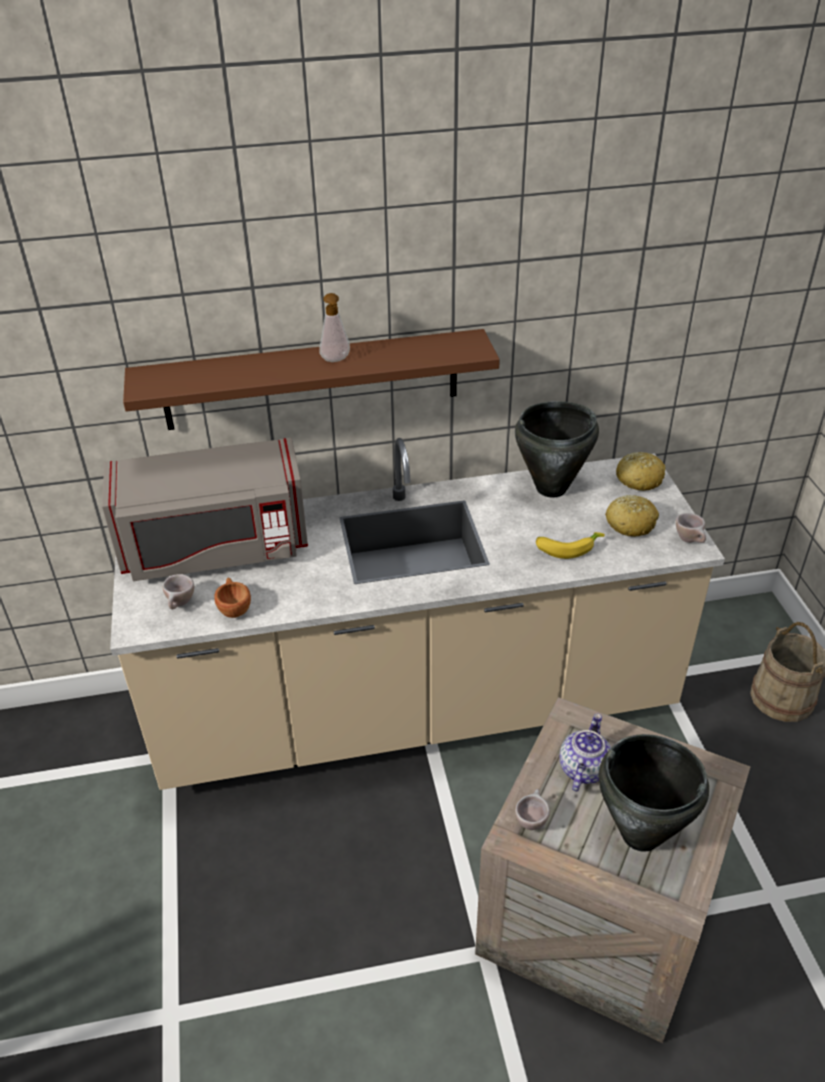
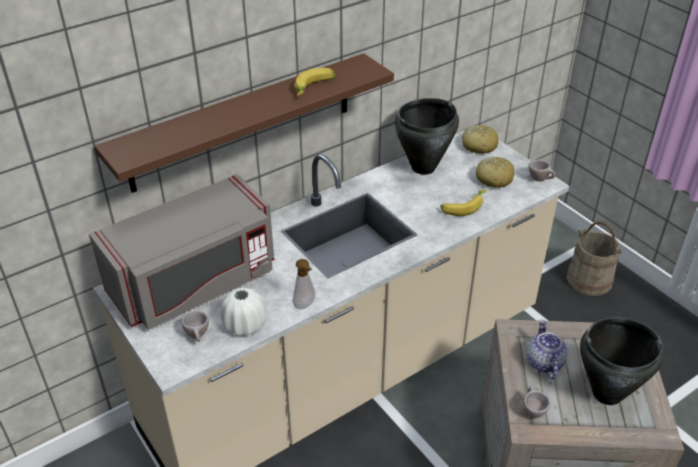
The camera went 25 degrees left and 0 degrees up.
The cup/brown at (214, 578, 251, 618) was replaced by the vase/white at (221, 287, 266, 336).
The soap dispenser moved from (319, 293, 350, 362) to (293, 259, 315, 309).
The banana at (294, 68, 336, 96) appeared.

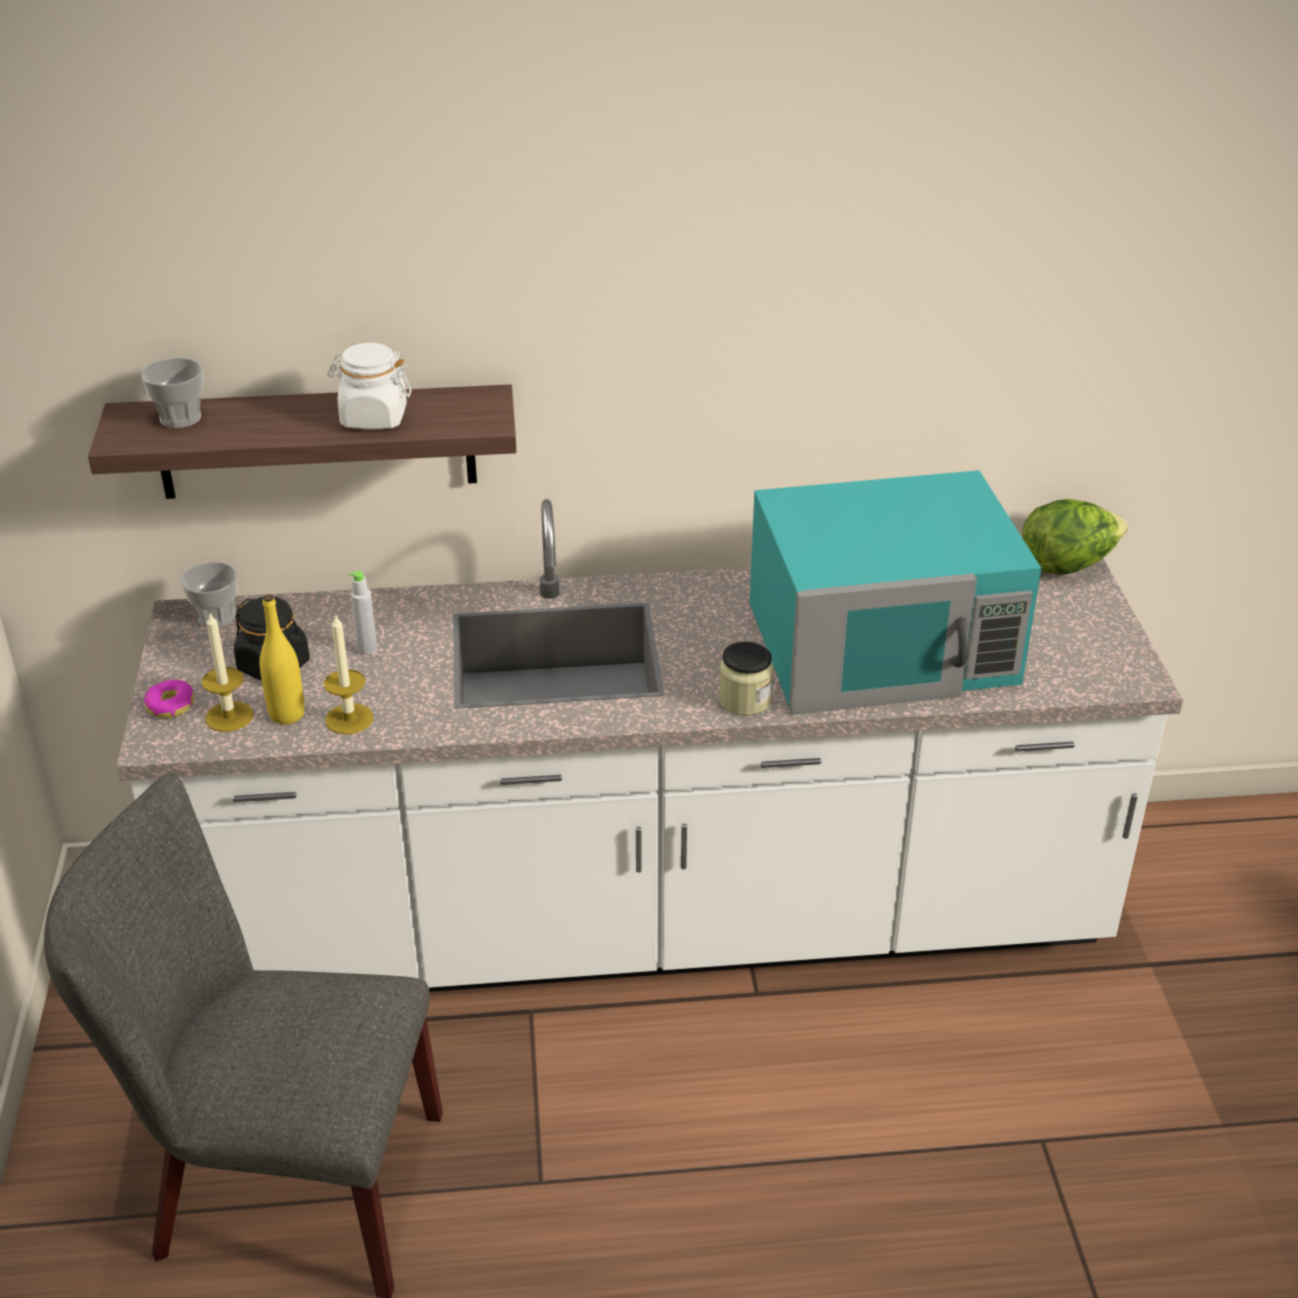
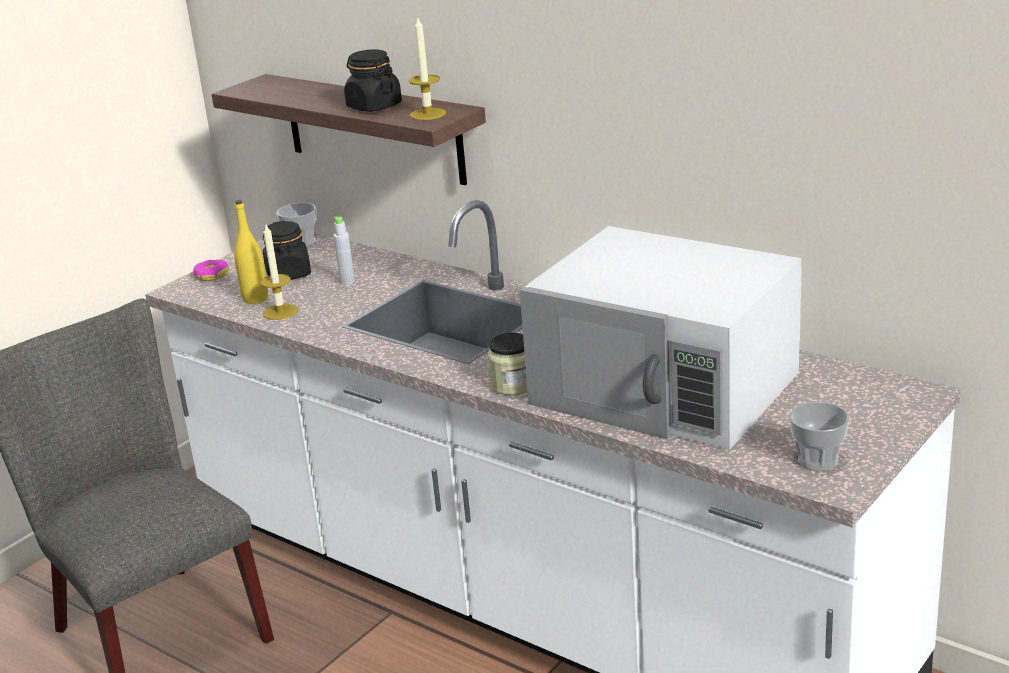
The camera went 45 degrees right and 10 degrees down.
The cup moved from (141, 358, 203, 428) to (790, 402, 849, 471).
The candle moved from (202, 613, 253, 732) to (409, 16, 446, 120).
The jar/white at (327, 343, 412, 429) became the jar/black at (344, 49, 402, 112).
The microwave/turquoise at (750, 470, 1041, 715) became the microwave/white at (520, 226, 802, 450).
The lettuce at (1022, 499, 1128, 574) disappeared.

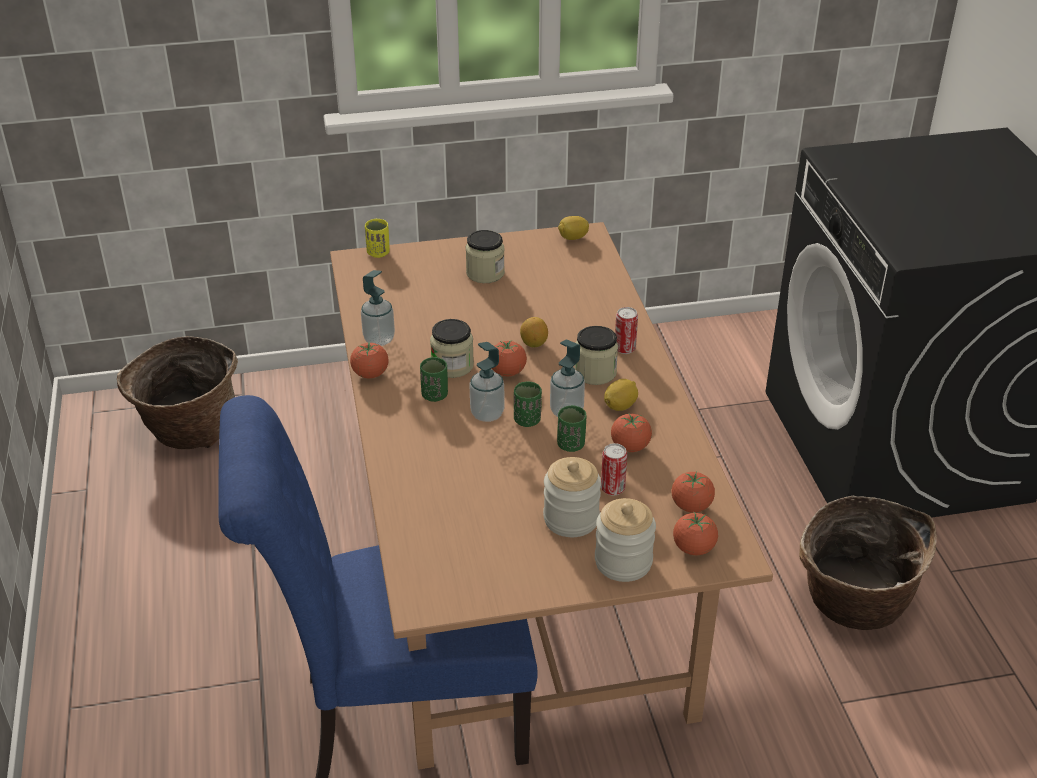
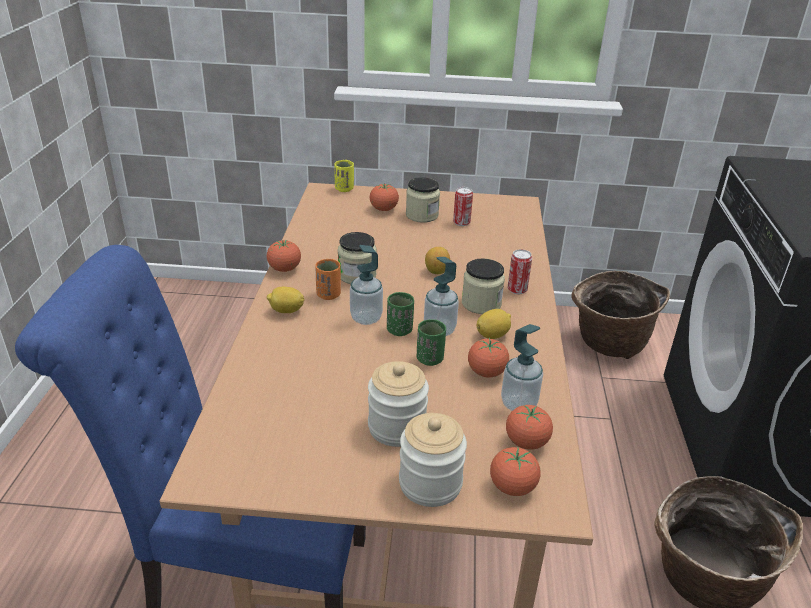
The camera went 15 degrees right and 5 degrees down.
The basket moved from (117, 336, 238, 449) to (571, 271, 670, 359).
The soap dispenser moved from (361, 270, 395, 346) to (501, 324, 543, 411).
The cup/green at (420, 357, 448, 402) became the cup/orange at (315, 259, 341, 300).
The tomato moved from (492, 341, 527, 376) to (370, 183, 399, 211).
The lemon moved from (558, 216, 589, 240) to (267, 287, 305, 313).
The can moved from (601, 443, 627, 496) to (453, 187, 473, 226).

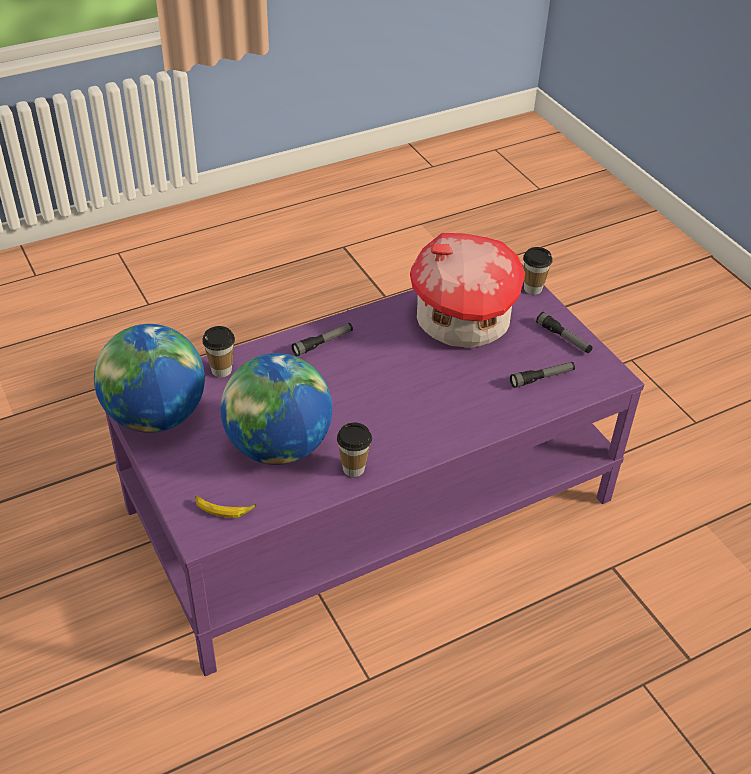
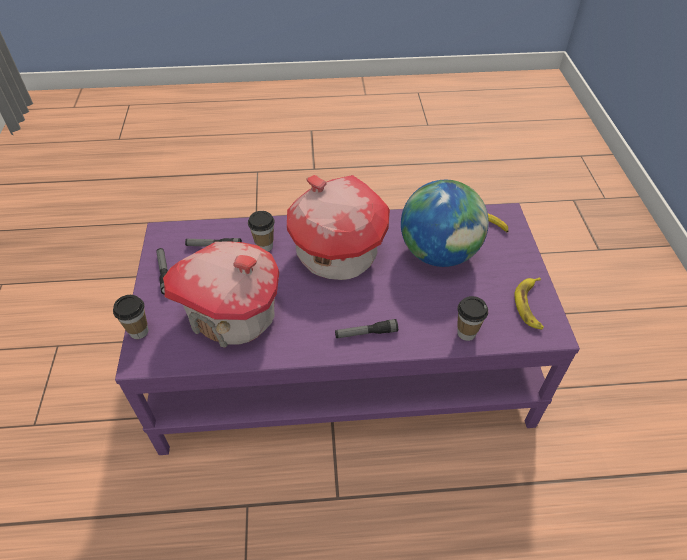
The camera went 155 degrees left and 5 degrees up.
The globe at (94, 324, 205, 433) was replaced by the banana at (515, 277, 544, 330).
The cup moved from (337, 423, 372, 477) to (248, 211, 275, 252).
The toy house at (287, 175, 390, 280) appeared.

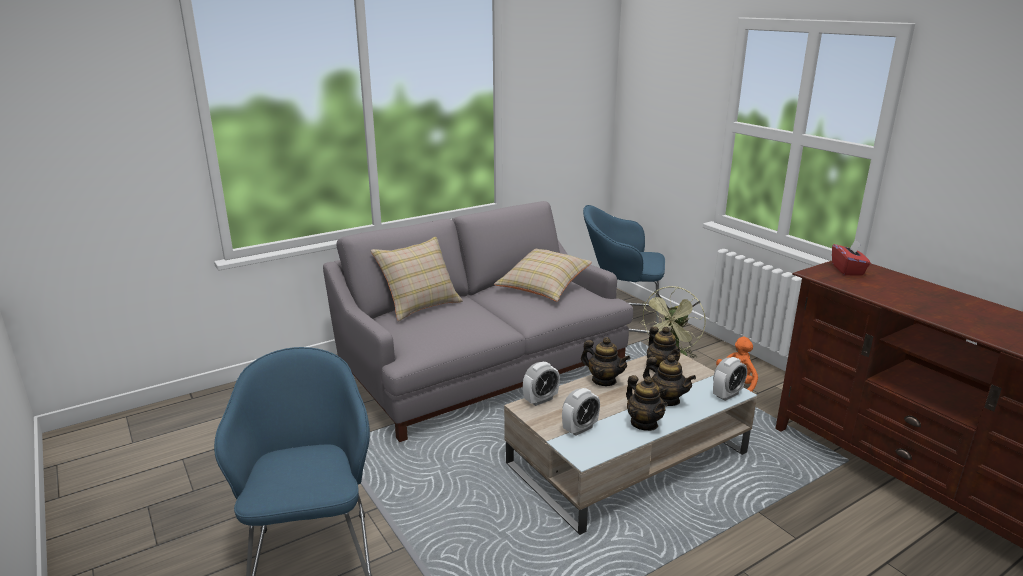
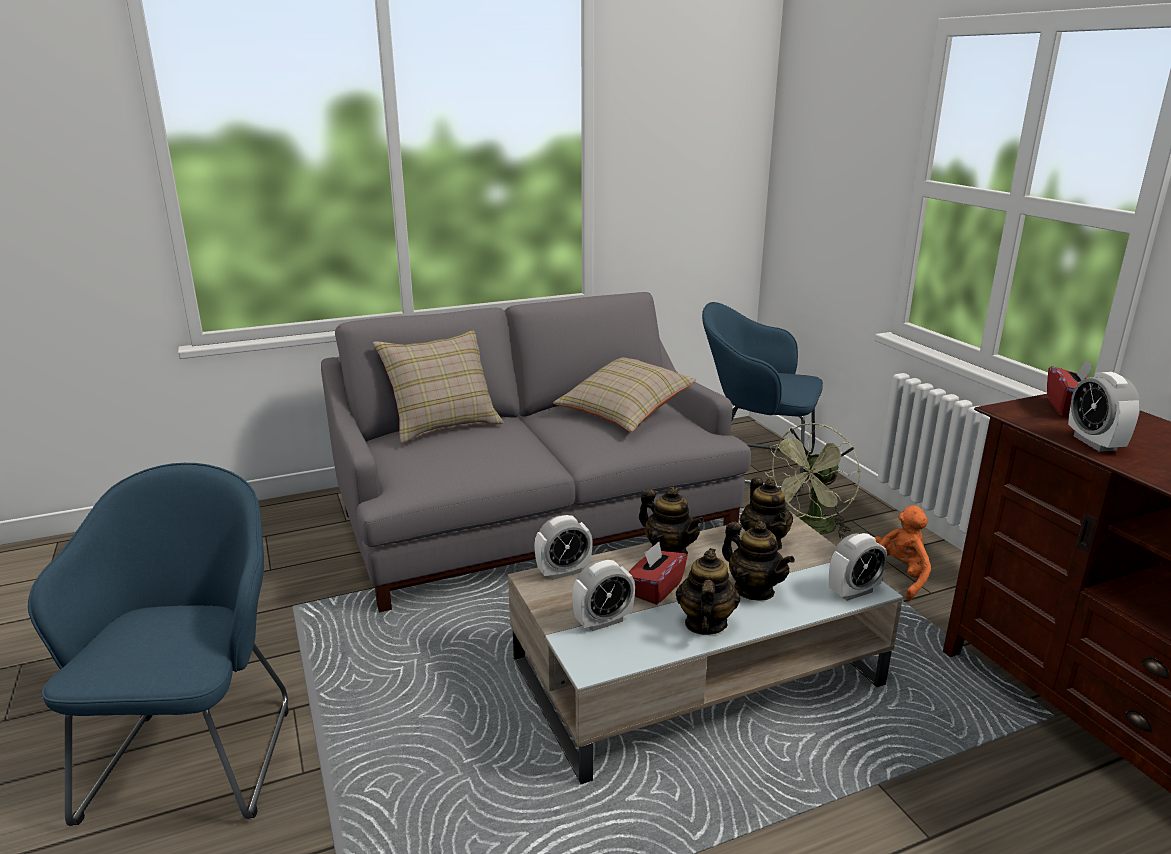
The camera went 10 degrees right and 0 degrees up.
The teapot at (626, 375, 668, 431) turned 150 degrees counterclockwise.
The tissue box/red at (629, 542, 687, 605) appeared.
The alarm clock at (1068, 372, 1140, 452) appeared.

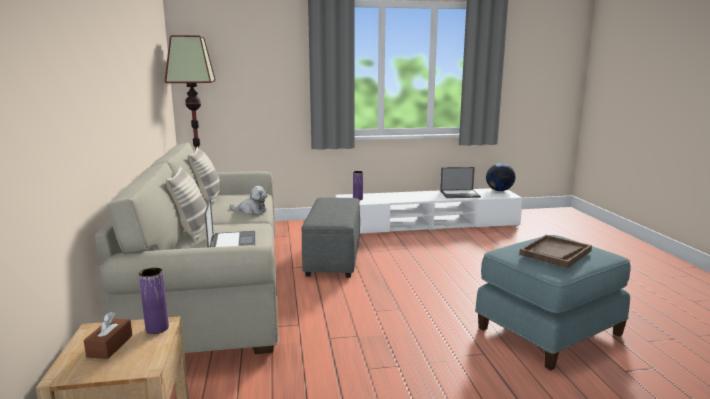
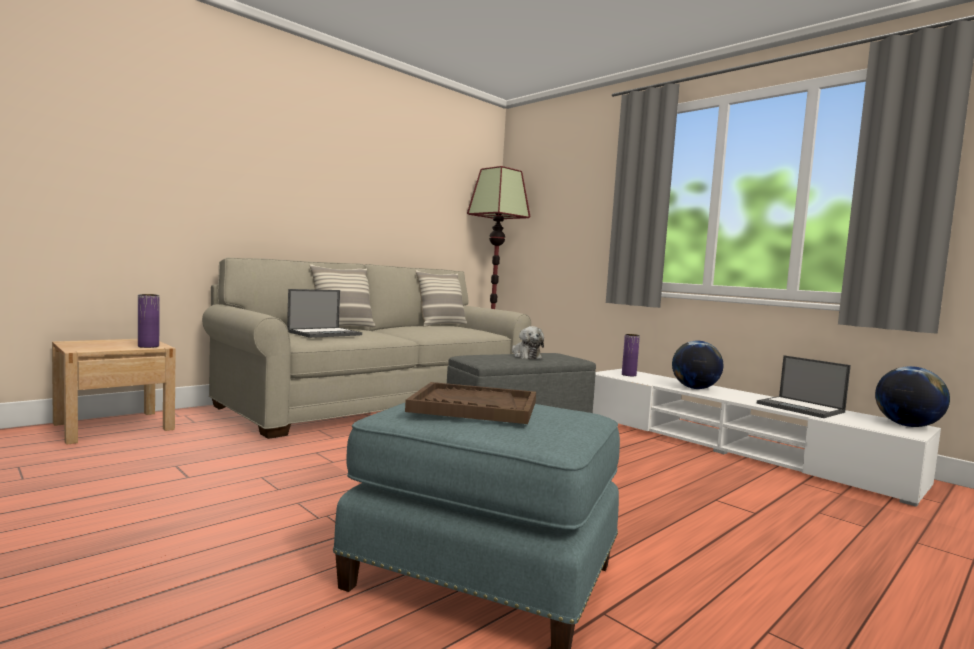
The camera went 55 degrees right and 10 degrees down.
The tissue box/brown at (84, 312, 133, 359) disappeared.
The plush toy moved from (230, 186, 267, 215) to (512, 326, 544, 359).
The globe at (672, 341, 723, 389) appeared.

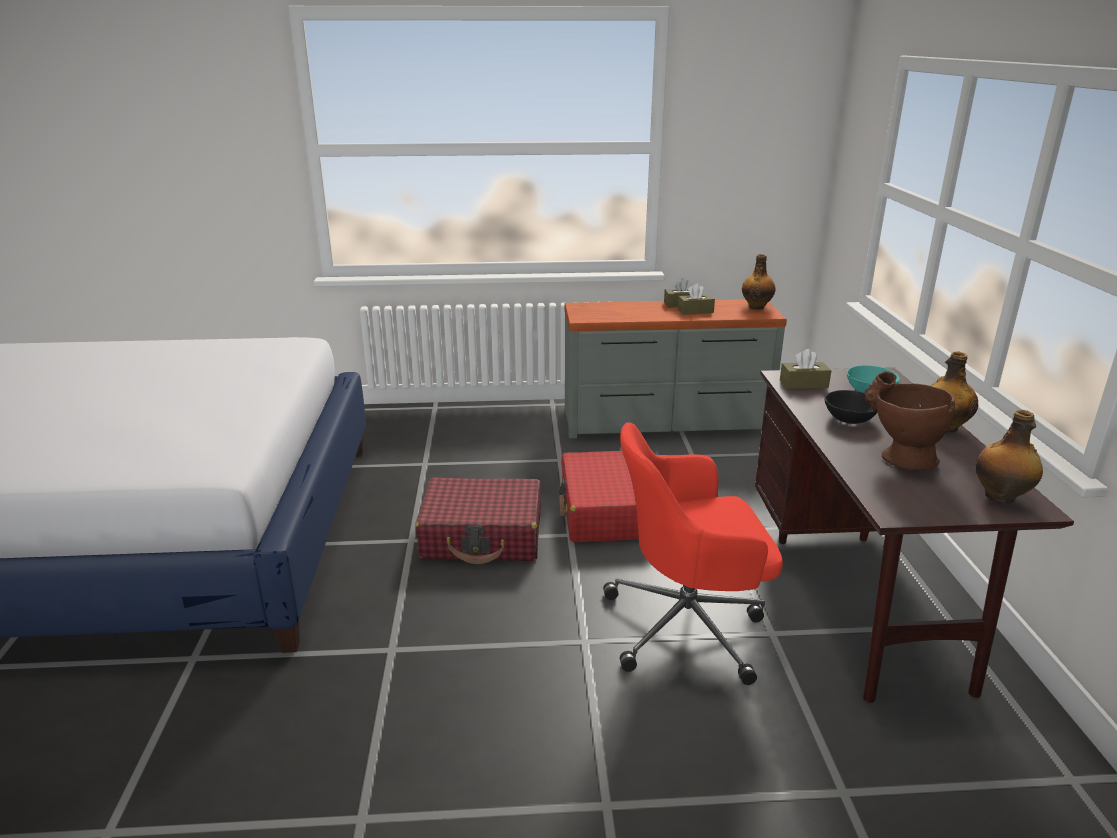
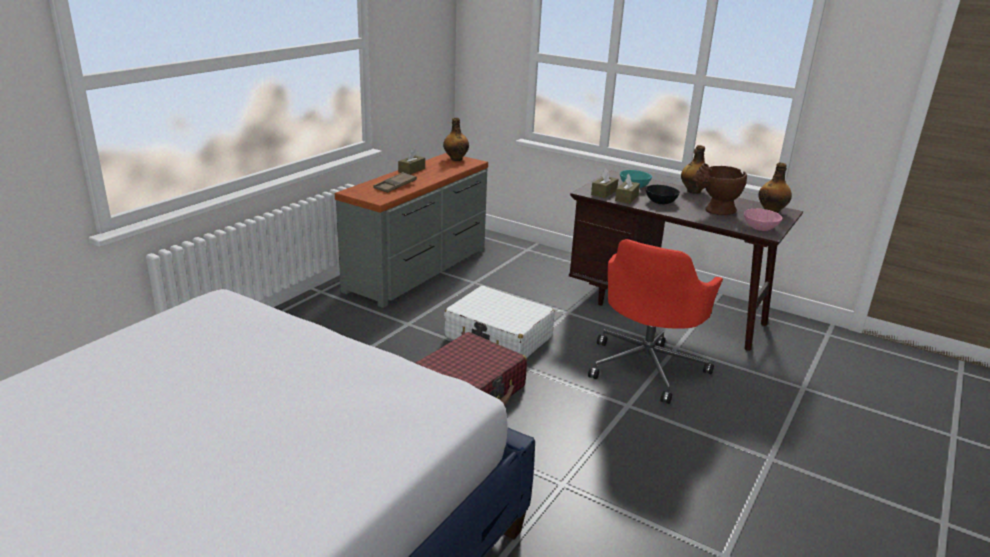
The camera went 55 degrees left and 0 degrees up.
The suitcase/red at (559, 451, 639, 542) became the suitcase/white at (444, 286, 555, 358).
The tissue box/brown moved from (677, 284, 715, 315) to (615, 174, 640, 204).
The tray/brown at (374, 172, 417, 193) appeared.
The bowl/pink at (744, 209, 782, 231) appeared.

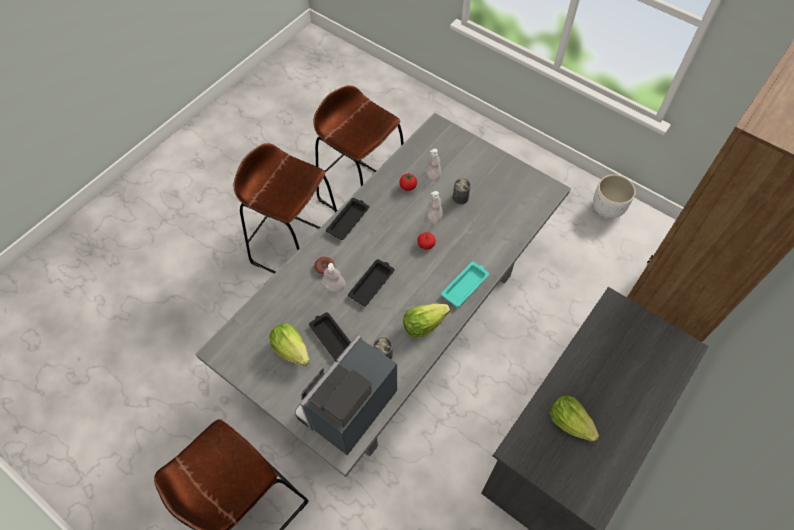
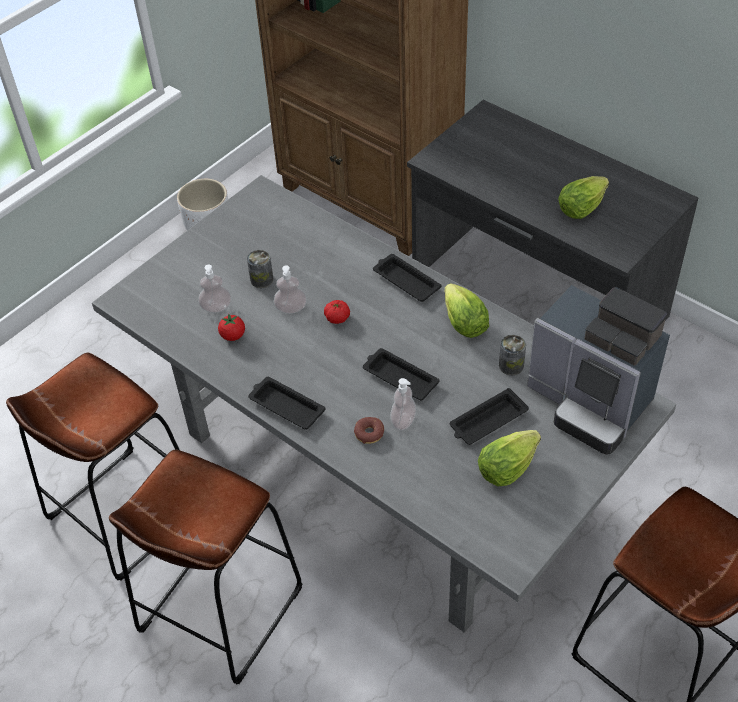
The camera went 85 degrees left and 10 degrees down.
The tray/turquoise at (441, 262, 489, 307) became the tray/black at (373, 254, 441, 302).

